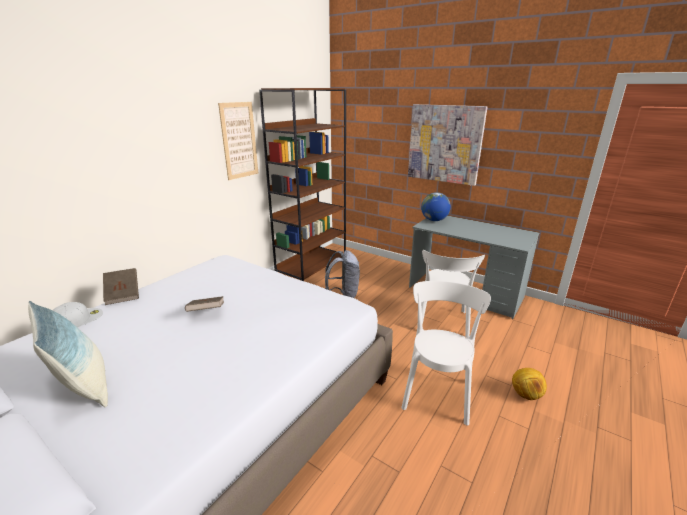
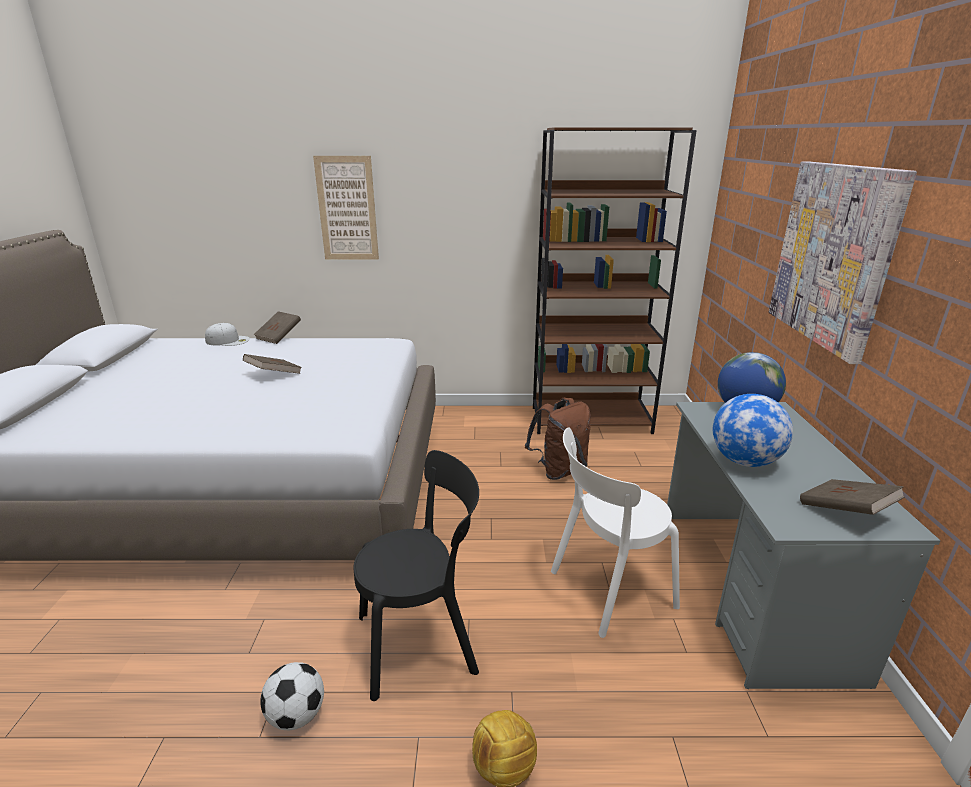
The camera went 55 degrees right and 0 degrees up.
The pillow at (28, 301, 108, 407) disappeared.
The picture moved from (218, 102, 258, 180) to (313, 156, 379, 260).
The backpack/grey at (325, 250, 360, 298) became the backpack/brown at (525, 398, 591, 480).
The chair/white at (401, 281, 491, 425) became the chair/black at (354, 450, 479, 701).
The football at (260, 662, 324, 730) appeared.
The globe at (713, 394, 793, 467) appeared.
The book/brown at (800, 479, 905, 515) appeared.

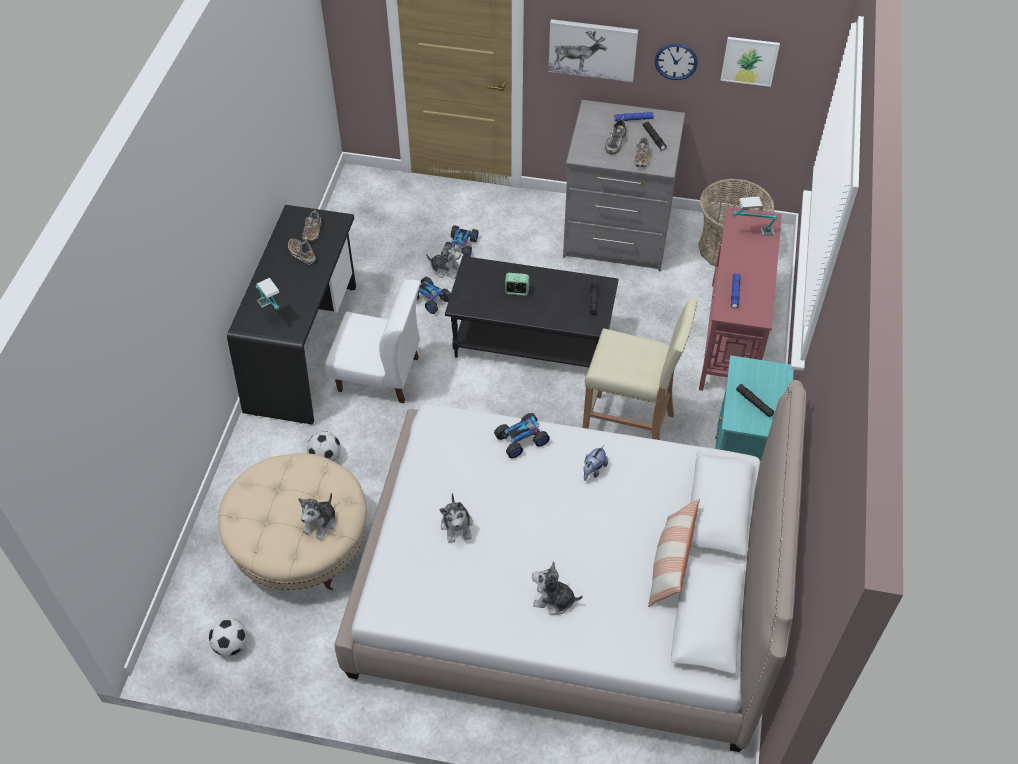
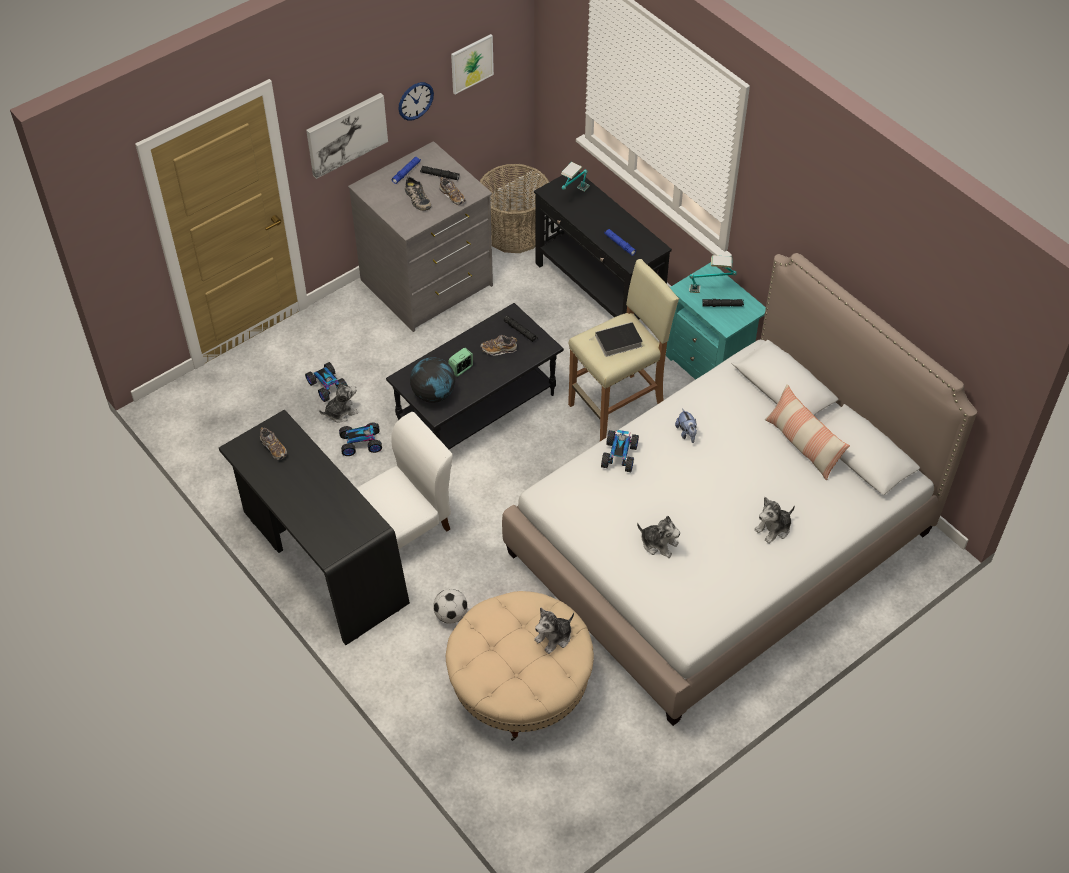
The camera went 50 degrees left and 0 degrees up.
The football at (209, 618, 247, 656) disappeared.
The table lamp moved from (256, 278, 280, 310) to (689, 255, 737, 293).
The shoe moved from (288, 238, 316, 264) to (480, 335, 517, 356).
The plush toy at (298, 493, 337, 540) turned 75 degrees clockwise.
The console table/red at (699, 207, 782, 391) became the console table/black at (534, 172, 672, 320).
The globe at (410, 357, 455, 403) appeared.
The book at (589, 322, 643, 357) appeared.

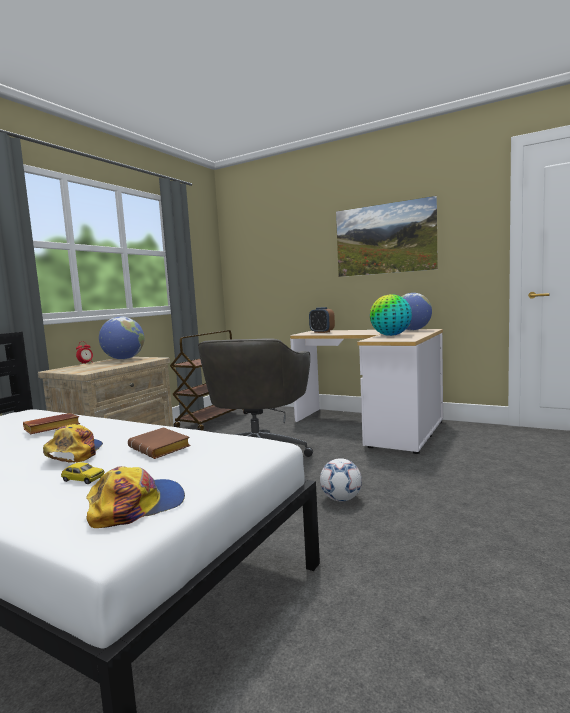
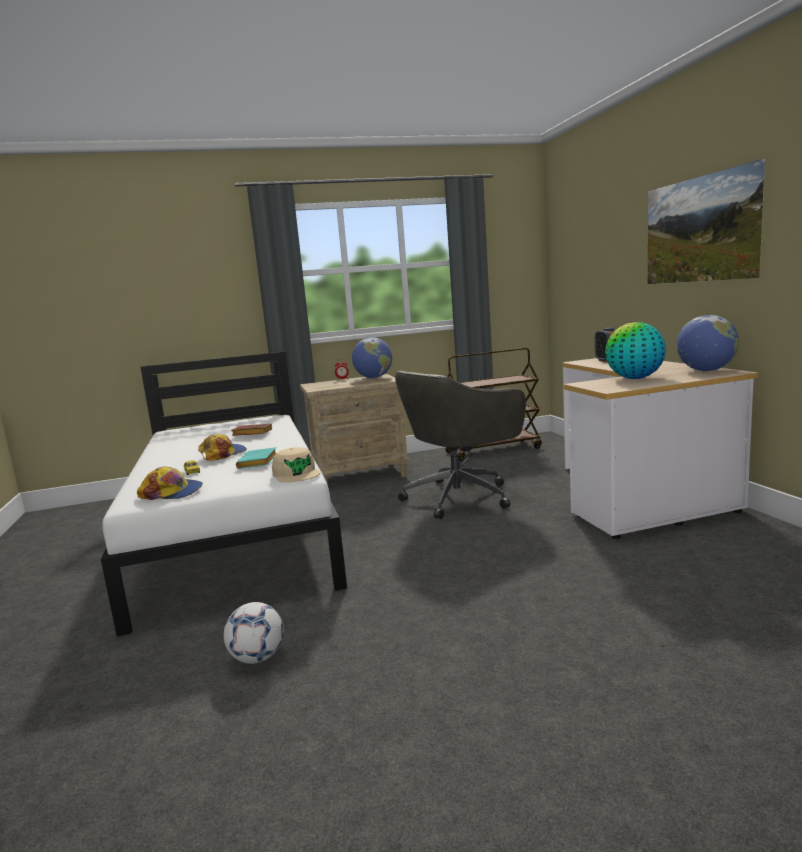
The camera went 45 degrees right and 5 degrees up.
The book/brown at (128, 427, 191, 459) became the book/turquoise at (236, 447, 276, 469).
The football moved from (320, 458, 362, 502) to (224, 602, 284, 664).
The cap/beige at (272, 447, 320, 482) appeared.

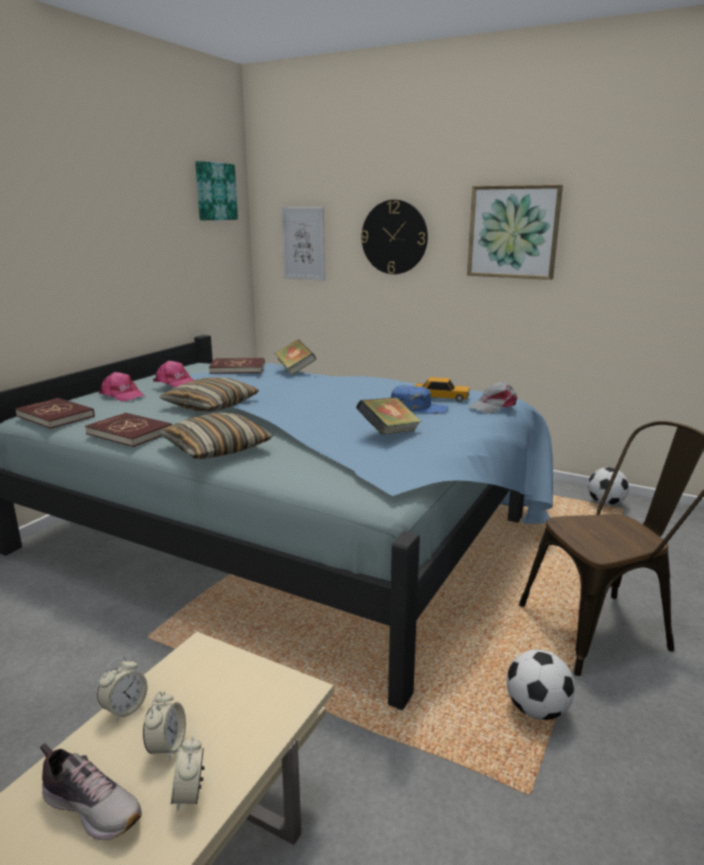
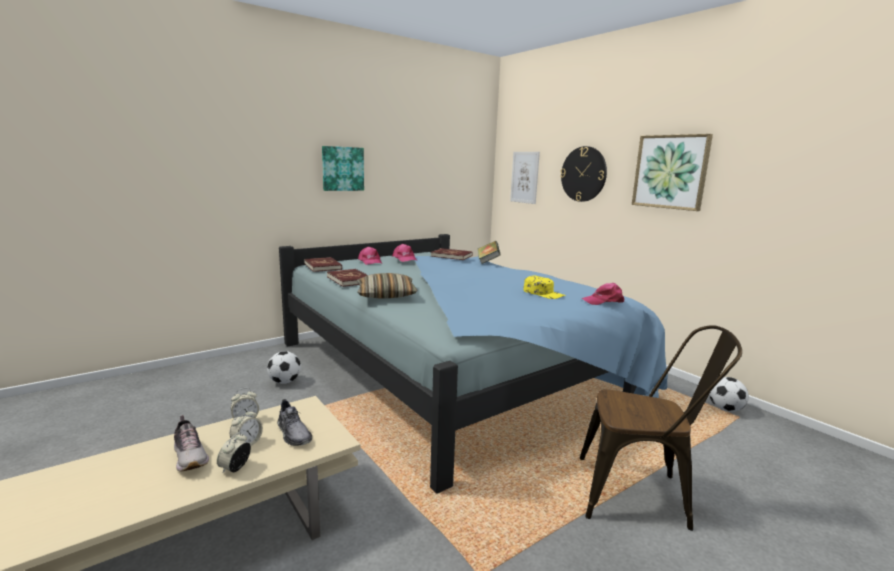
The camera went 25 degrees right and 5 degrees down.
The pillow at (159, 377, 259, 411) disappeared.
The picture moved from (195, 161, 238, 220) to (322, 146, 364, 191).
The book at (356, 397, 422, 435) disappeared.
The cap/blue at (391, 385, 449, 414) became the cap/yellow at (523, 275, 566, 299).
The toy car at (414, 377, 469, 402) disappeared.
The cap/grey at (469, 381, 517, 414) became the cap/pink at (582, 283, 624, 305).
The football moved from (506, 649, 575, 720) to (267, 351, 301, 384).
The shoe/grey at (277, 399, 312, 446) appeared.

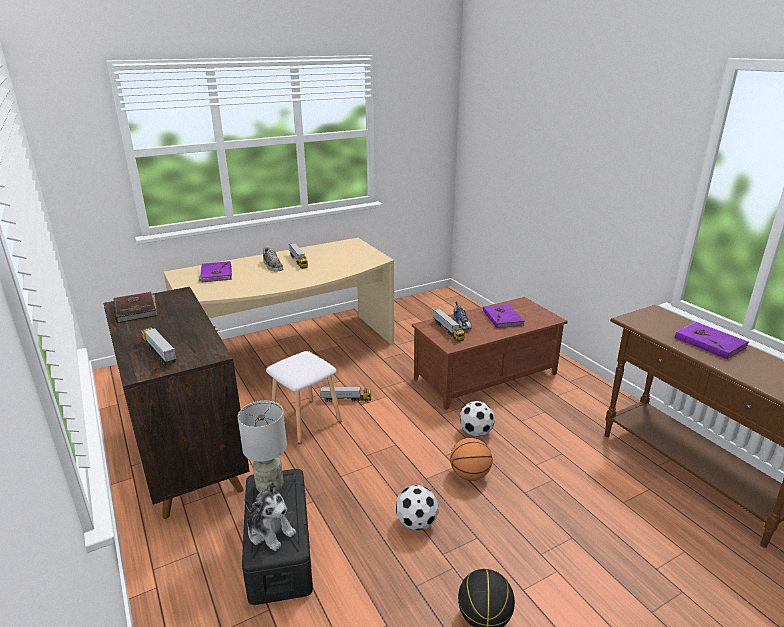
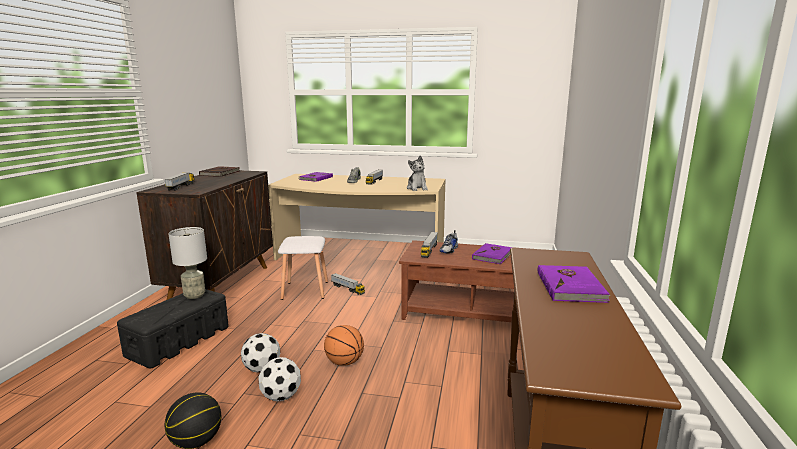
The camera went 40 degrees right and 10 degrees down.
The plush toy moved from (244, 482, 296, 551) to (407, 155, 428, 191).
The football moved from (460, 401, 495, 437) to (258, 357, 301, 401).

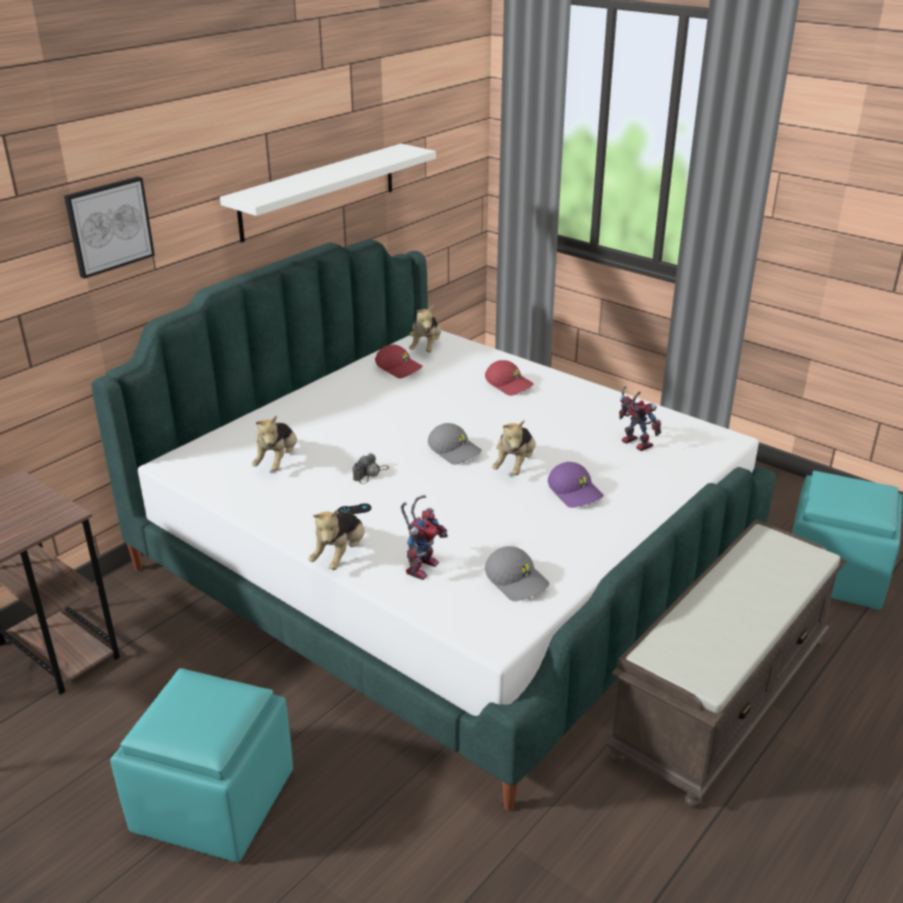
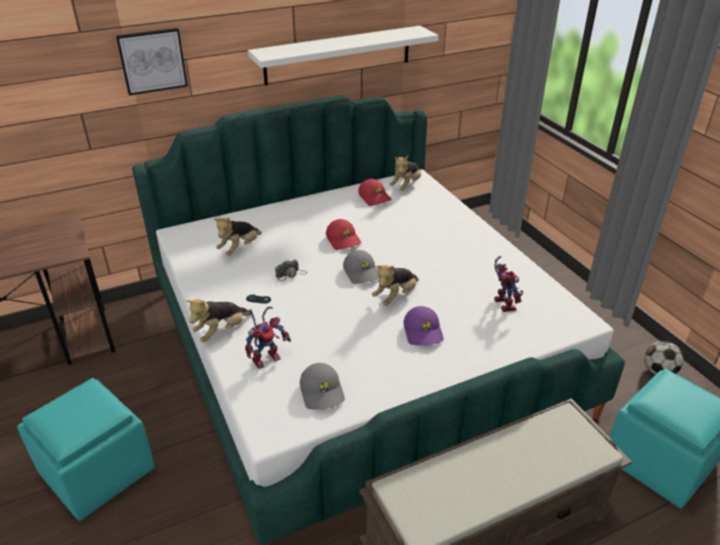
The camera went 25 degrees right and 5 degrees up.
The cap/red moved from (485, 360, 534, 396) to (326, 219, 361, 250).
The football at (644, 341, 684, 375) appeared.

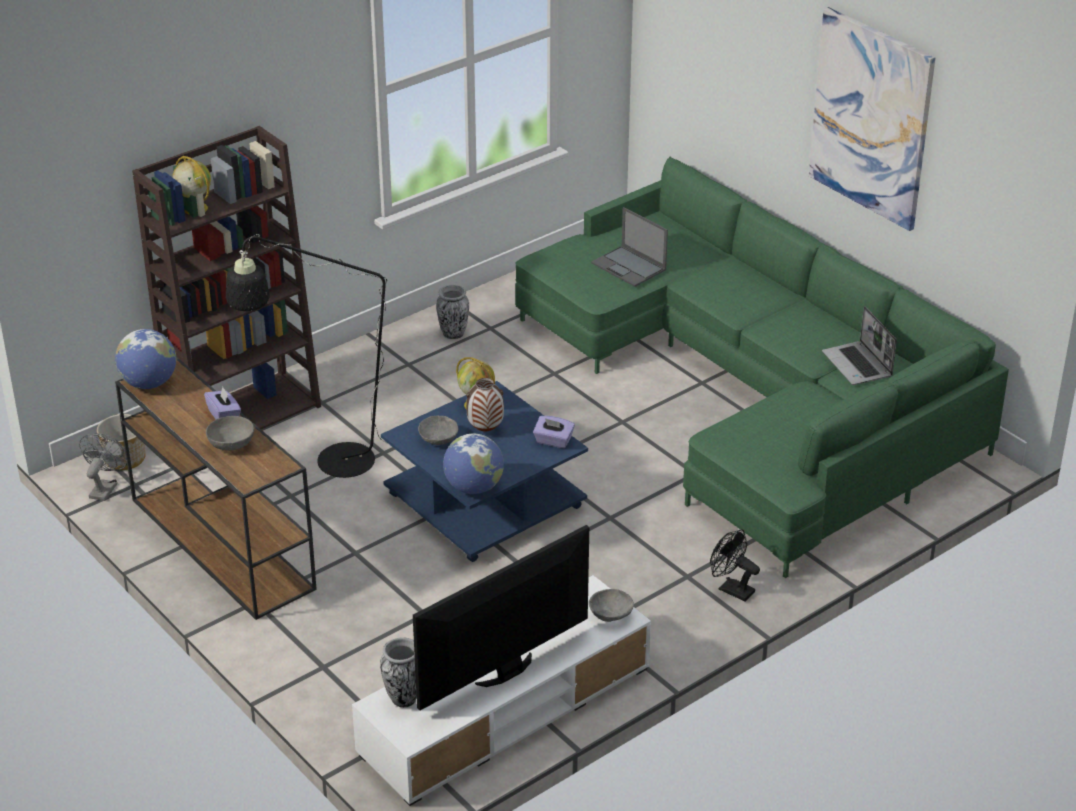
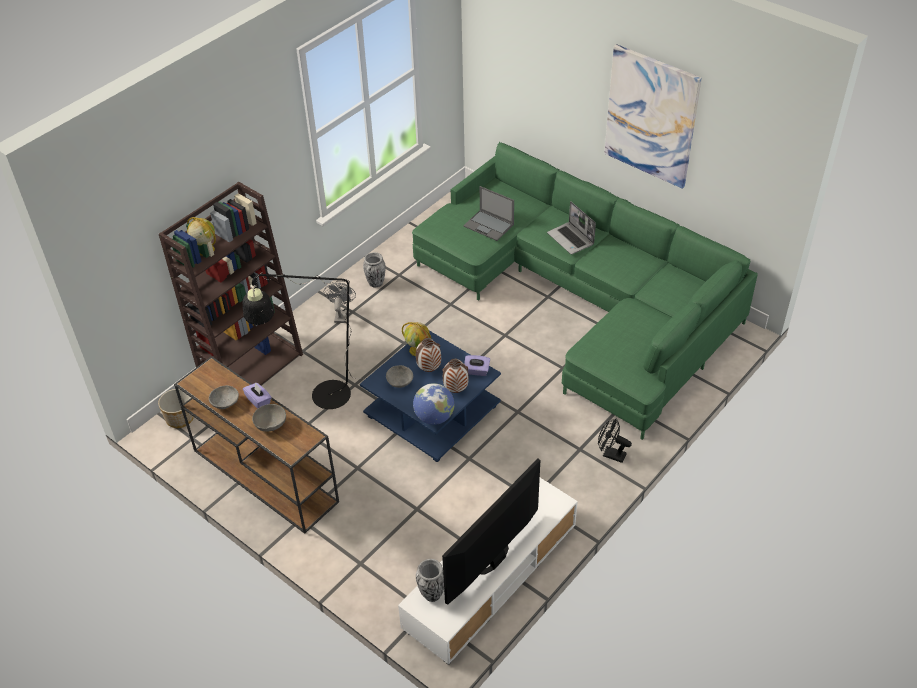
The camera went 10 degrees left and 10 degrees up.
The fan/grey moved from (79, 434, 127, 501) to (324, 283, 356, 323).
The globe at (115, 329, 176, 389) disappeared.
The bowl/grey moved from (589, 589, 634, 622) to (209, 385, 239, 409).
The laptop moved from (822, 306, 897, 385) to (547, 201, 596, 254).
The vase at (442, 359, 469, 393) appeared.

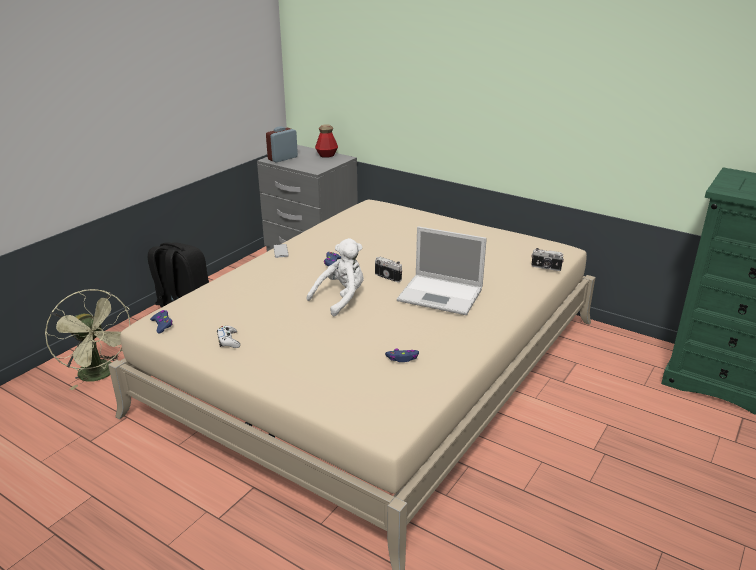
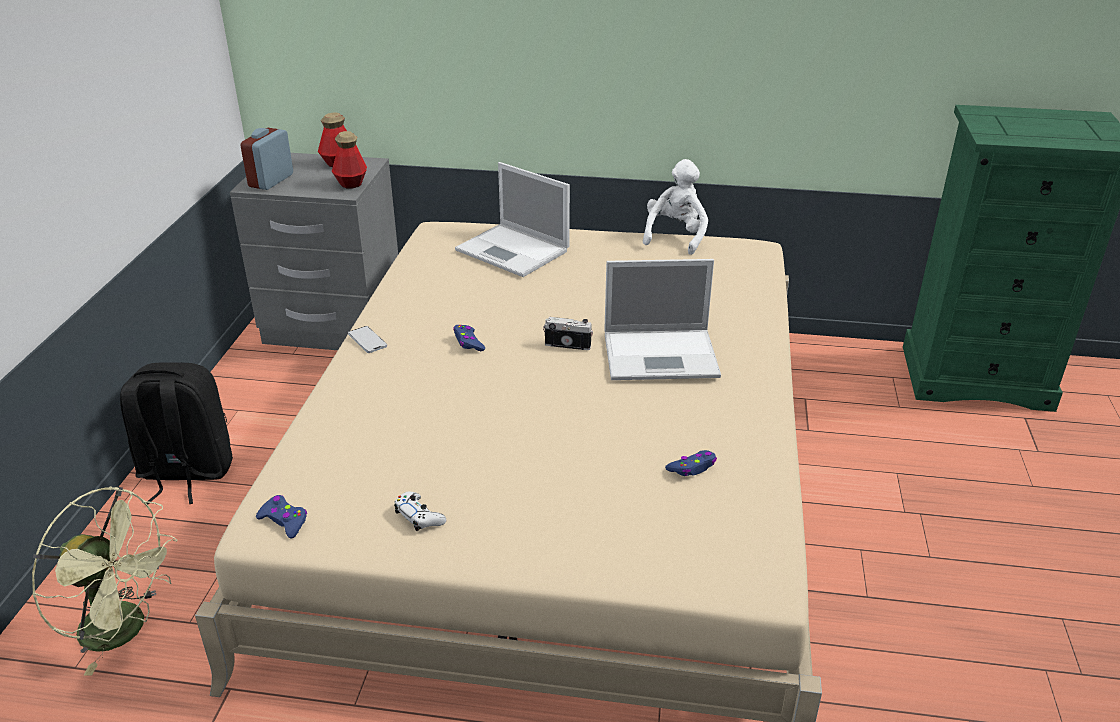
The camera went 25 degrees left and 5 degrees up.
The plush toy/white moved from (306, 238, 364, 316) to (643, 159, 708, 255).
The photo camera at (531, 248, 564, 271) disappeared.
The bottle at (332, 131, 367, 188) appeared.
The laptop at (455, 162, 570, 277) appeared.

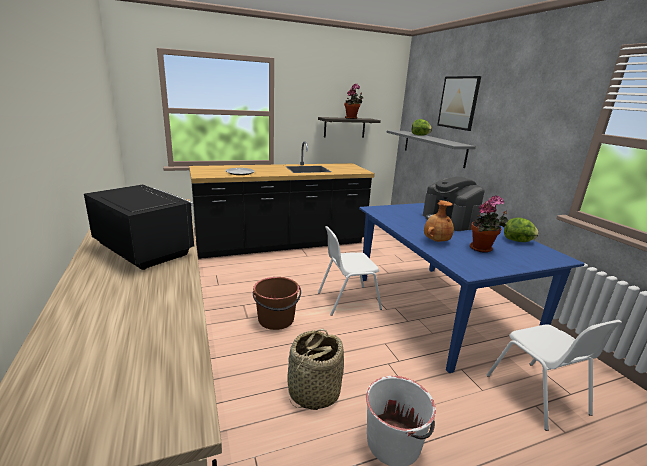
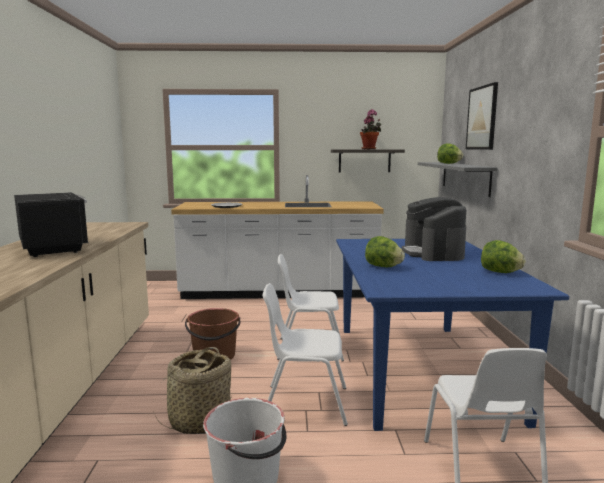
The camera went 20 degrees right and 10 degrees down.
The counter/black at (189, 141, 375, 259) became the counter/white at (171, 175, 384, 299).
The vase/brown at (424, 200, 454, 242) was replaced by the lettuce at (365, 236, 405, 267).
The potted plant at (470, 195, 508, 253) disappeared.
The chair/white at (262, 283, 348, 426) appeared.

